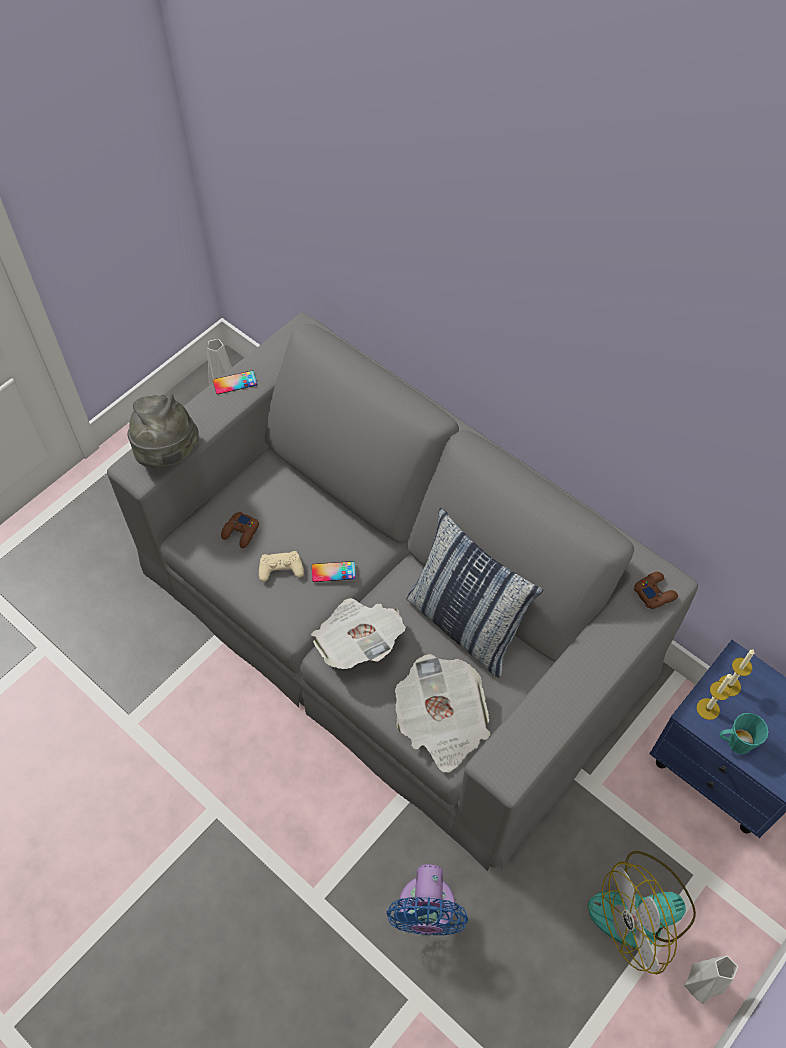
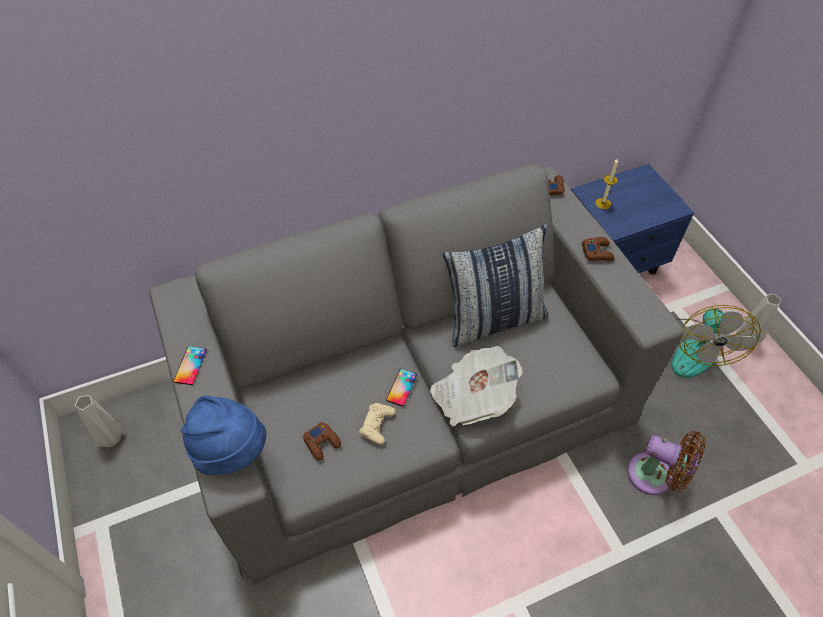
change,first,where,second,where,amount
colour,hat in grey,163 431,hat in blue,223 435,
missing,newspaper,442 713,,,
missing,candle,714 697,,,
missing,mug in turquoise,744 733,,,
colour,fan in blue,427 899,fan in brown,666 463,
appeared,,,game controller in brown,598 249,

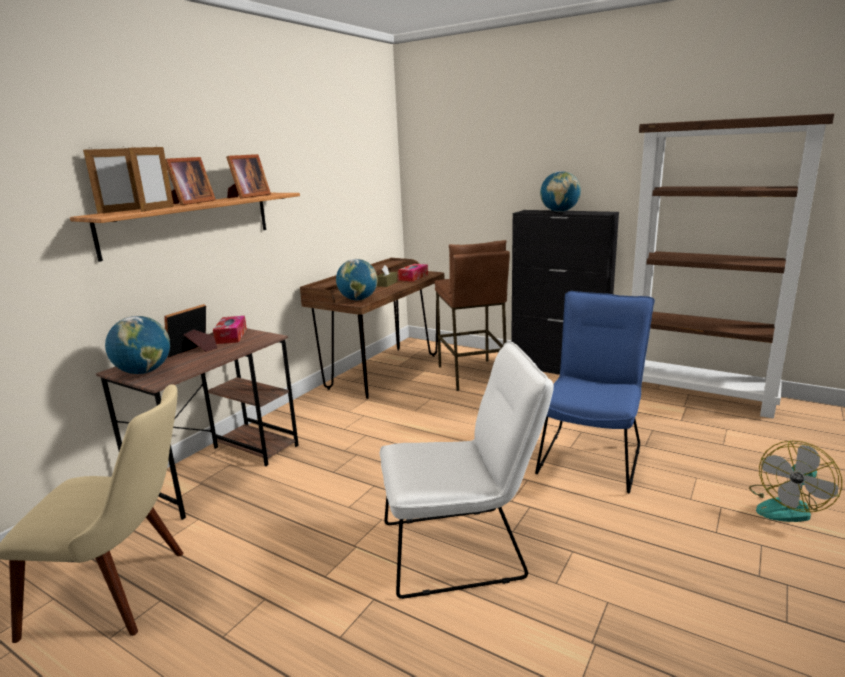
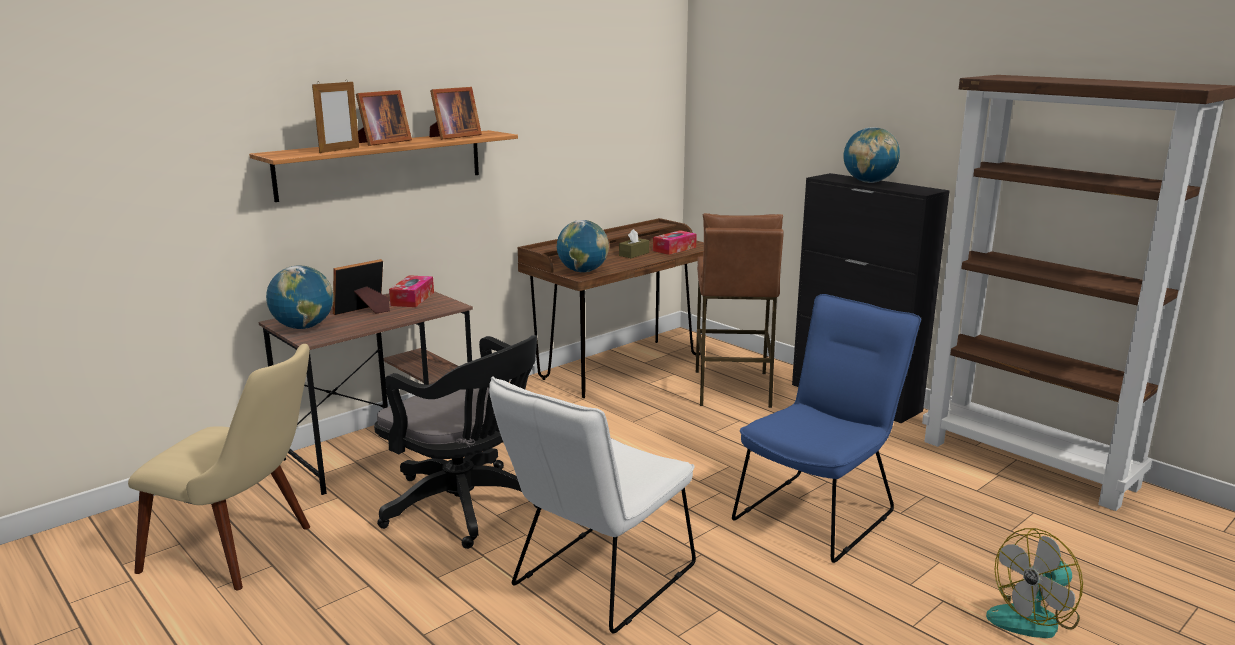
change,first,where,second,where,amount
missing,picture frame,111 180,,,
spun,chair in white,467 470,,592 504,120 degrees clockwise
appeared,,,office chair in black,456 442,

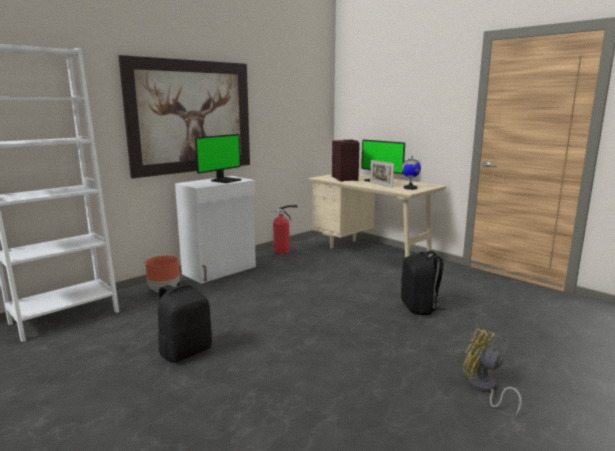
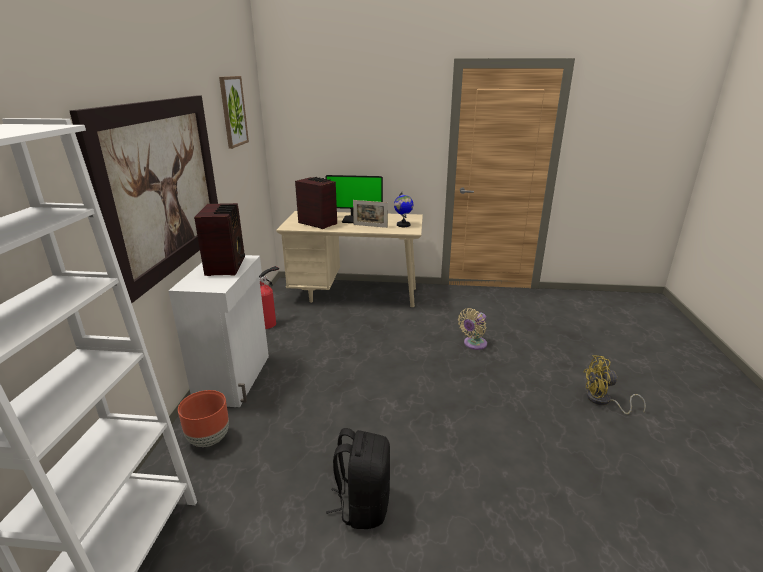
change,first,where,second,where,amount
exchanged,monitor,218 158,radio,219 239,
exchanged,backpack in black,423 282,fan in beige,472 329,
appeared,,,picture,234 112,

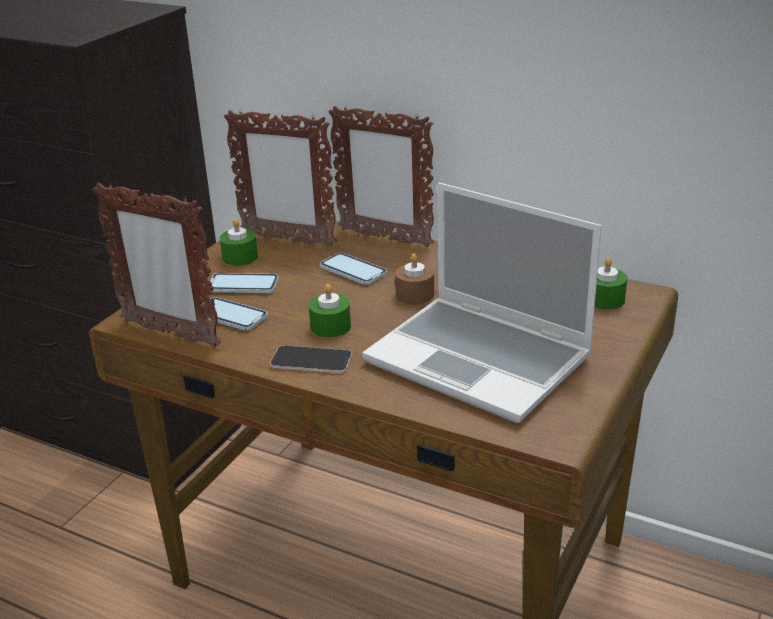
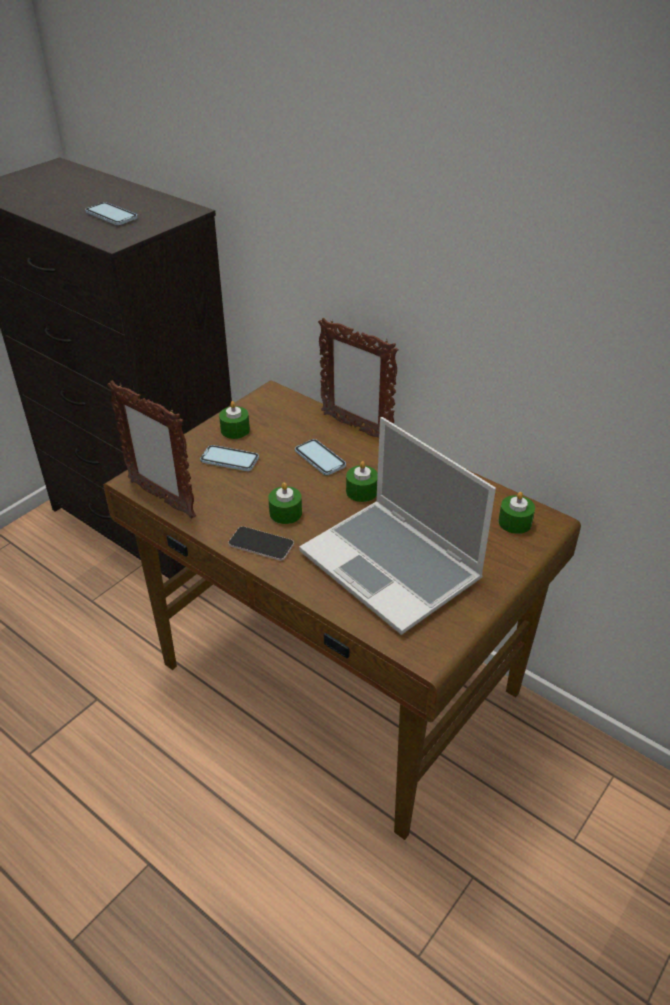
change,first,where,second,where,amount
missing,picture frame,280 178,,,
colour,candle in brown,414 279,candle in green,362 481,
relocated,phone,235 314,,111 213,

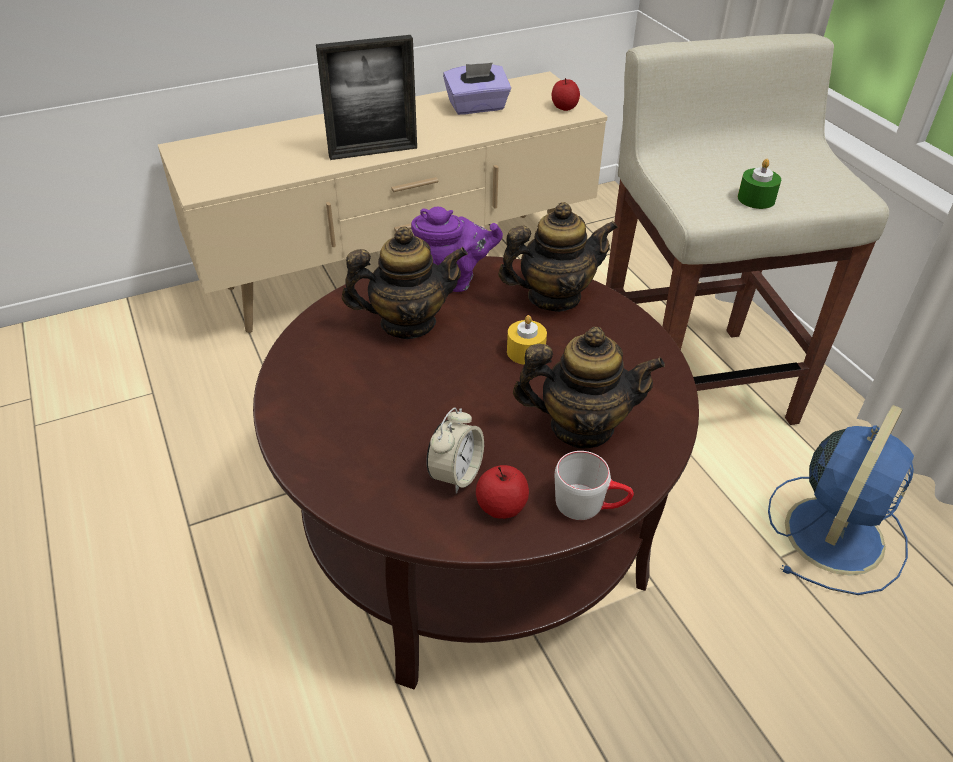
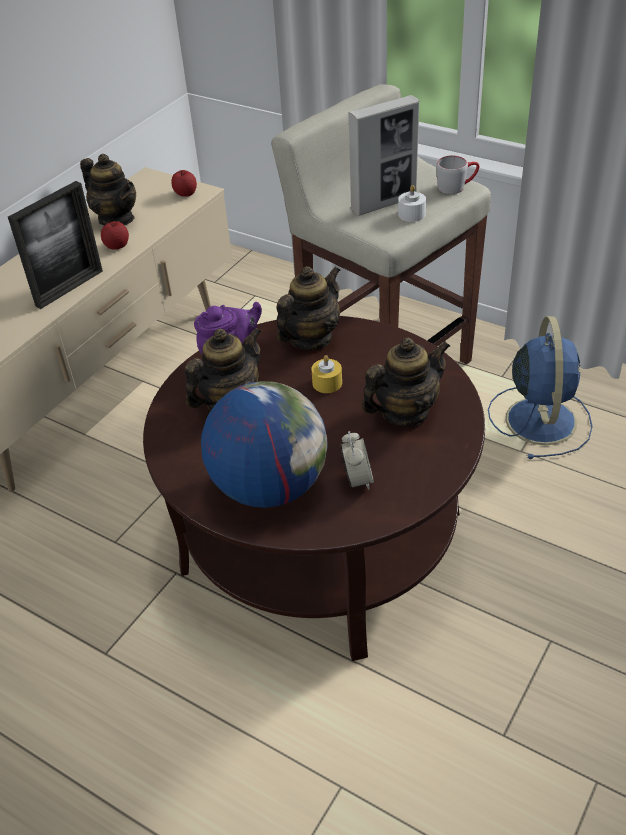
change,first,where,second,where,amount
exchanged,tissue box in purple,477 89,teapot,108 190,
colour,candle in green,759 184,candle in white,412 203,
relocated,mug in grey,594 485,,457 174,
relocated,apple,502 492,,115 235,
appeared,,,picture frame,383 155,
appeared,,,globe,264 444,

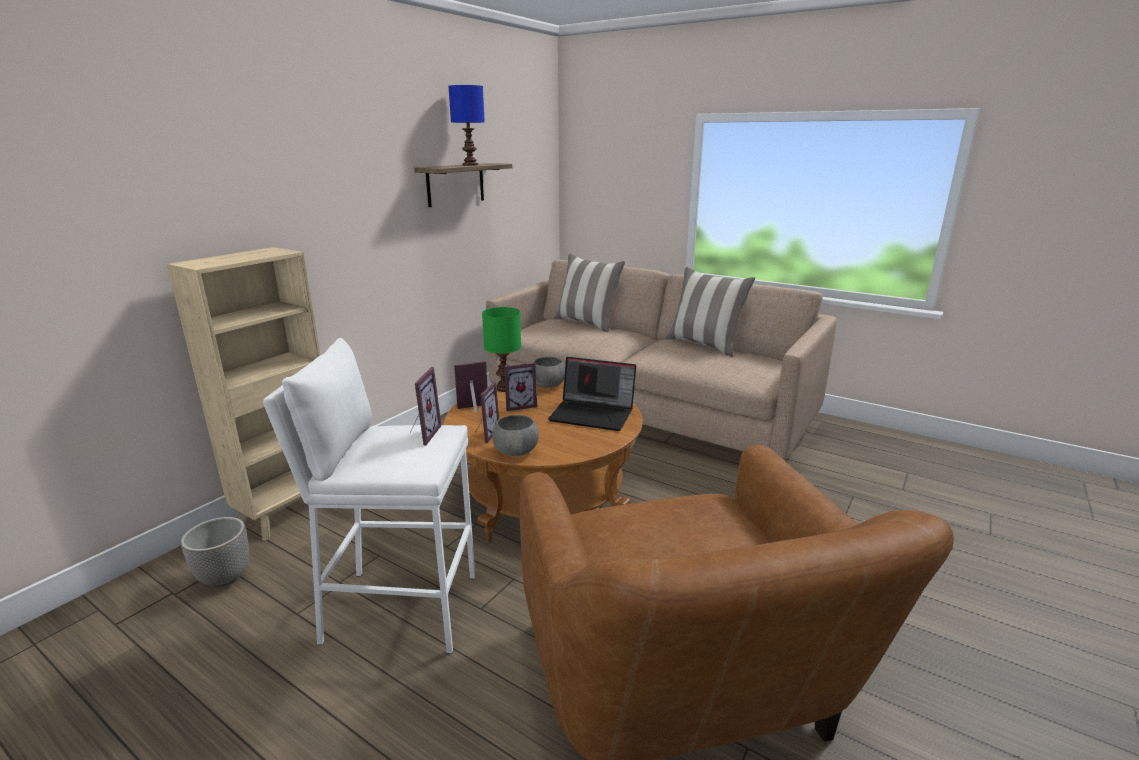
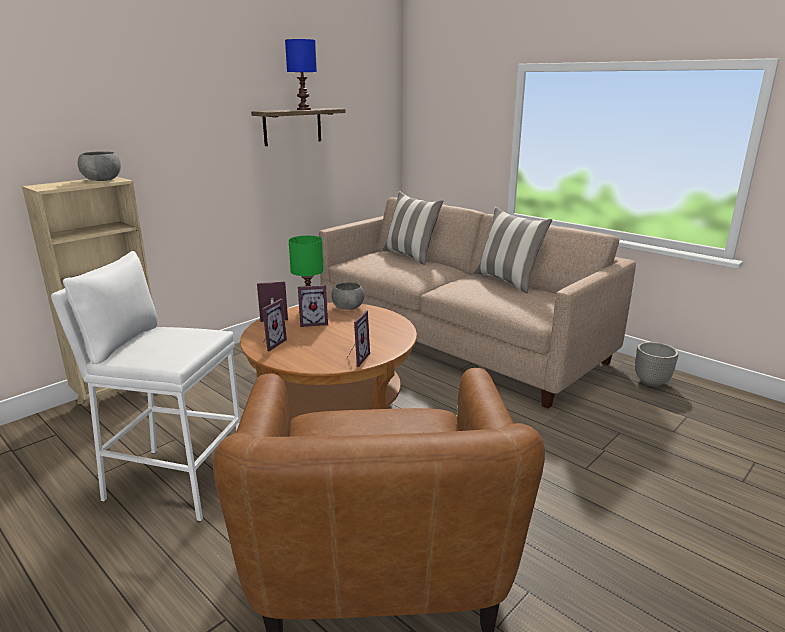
change,first,where,second,where,amount
missing,laptop,592 394,,,
relocated,picture frame,425 406,,359 339,
relocated,bowl in grey,515 435,,99 166,
relocated,planter,215 552,,657 364,

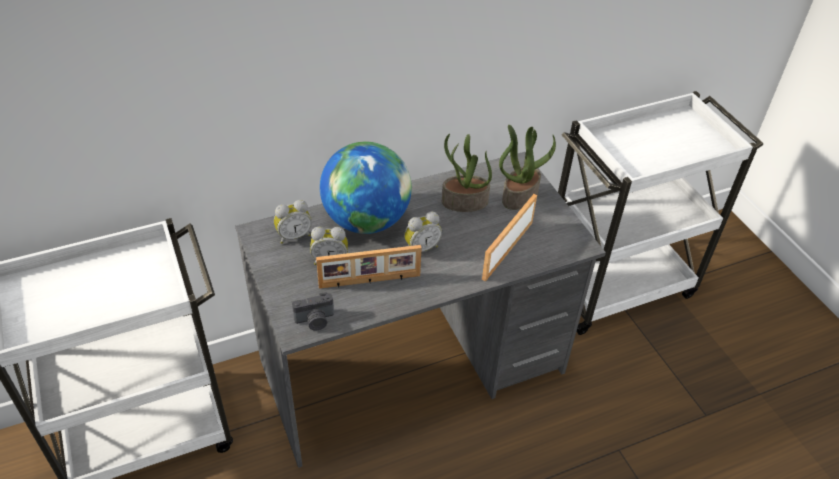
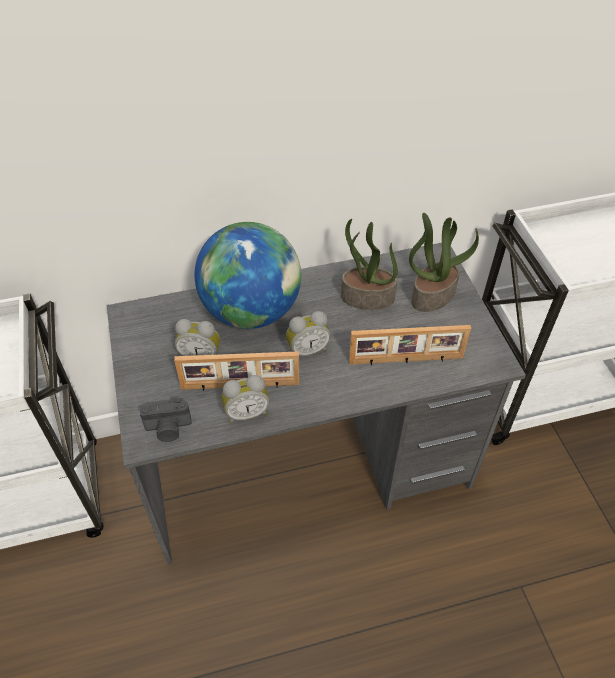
change,first,where,second,where,amount
spun,picture frame,509 237,,410 345,135 degrees counterclockwise
relocated,alarm clock,293 222,,245 399,

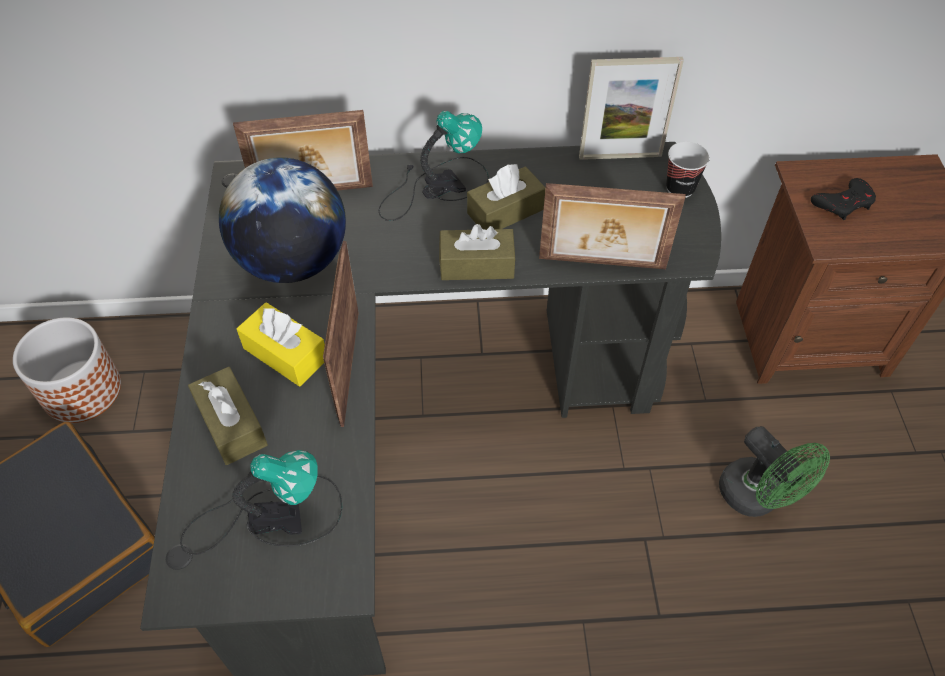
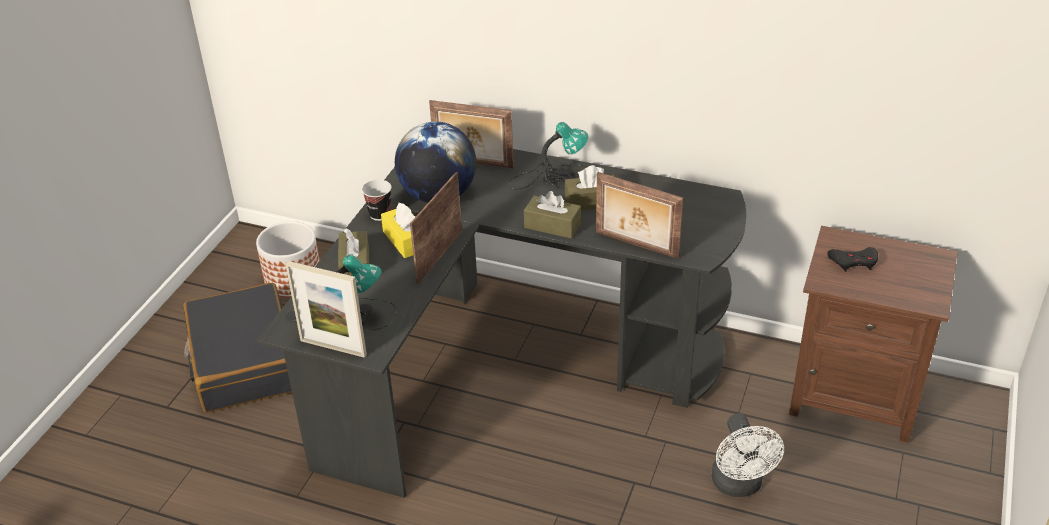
change,first,where,second,where,amount
relocated,picture frame,631 108,,326 309,
relocated,cup,688 170,,377 200,
colour,fan in green,774 471,fan in white,747 455,

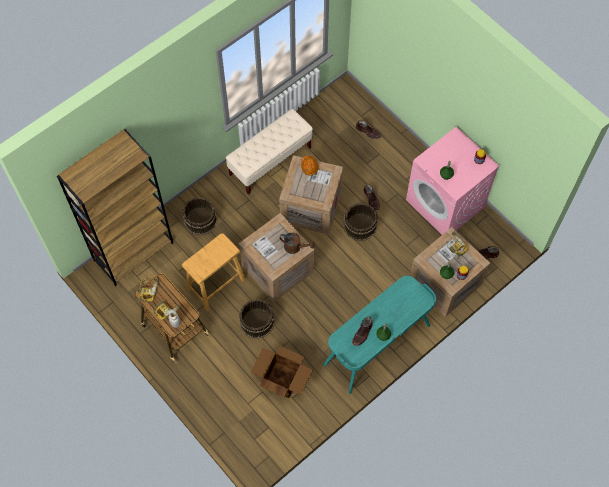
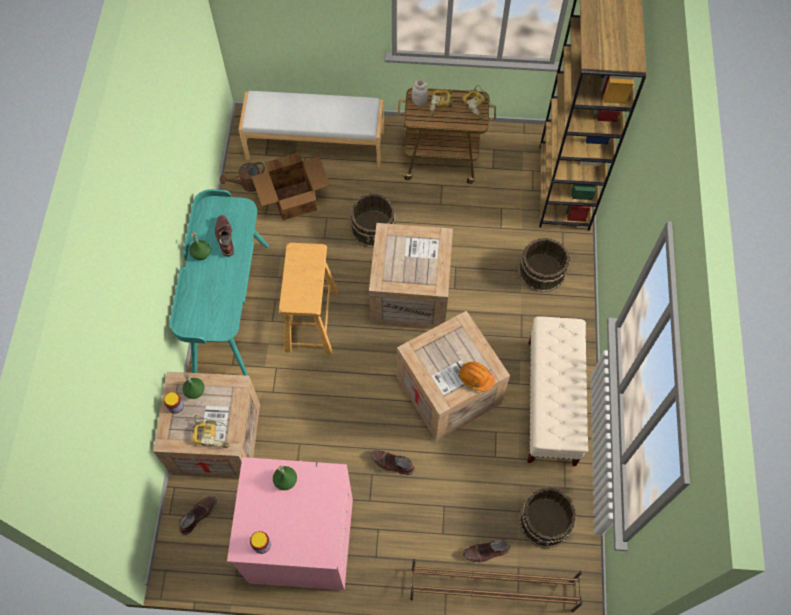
change,first,where,second,where,amount
relocated,bucket in brown,361 222,,547 517,
relocated,stool in beige,214 272,,308 299,
relocated,watering can in brown,297 243,,242 177,
appeared,,,bench in white,311 129,
appeared,,,shoe rack in brown,496 585,

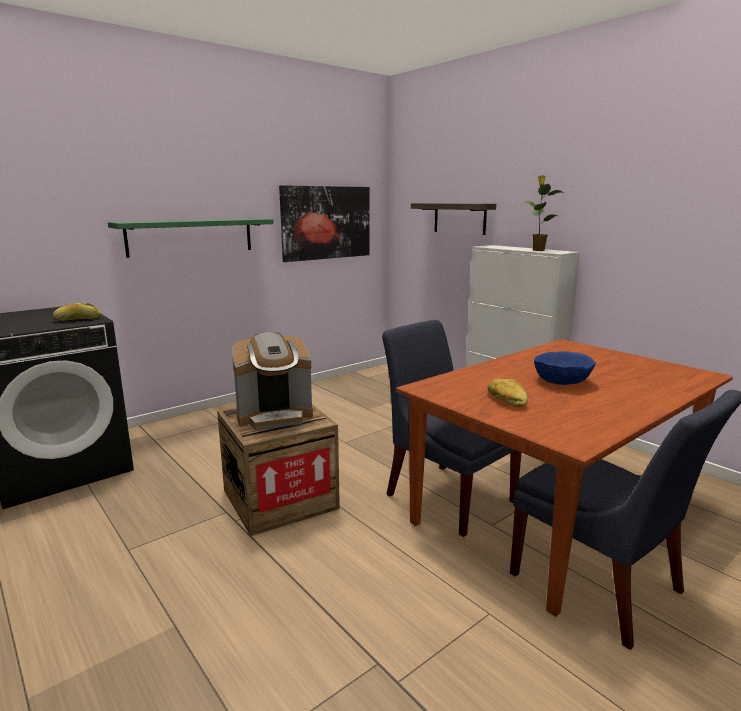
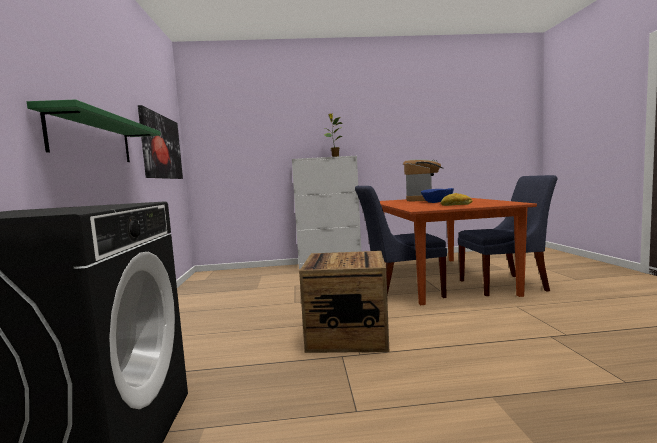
change,first,where,second,where,amount
missing,shelf,453 219,,,
missing,bread,77 312,,,
relocated,coffee machine,272 381,,423 180,

